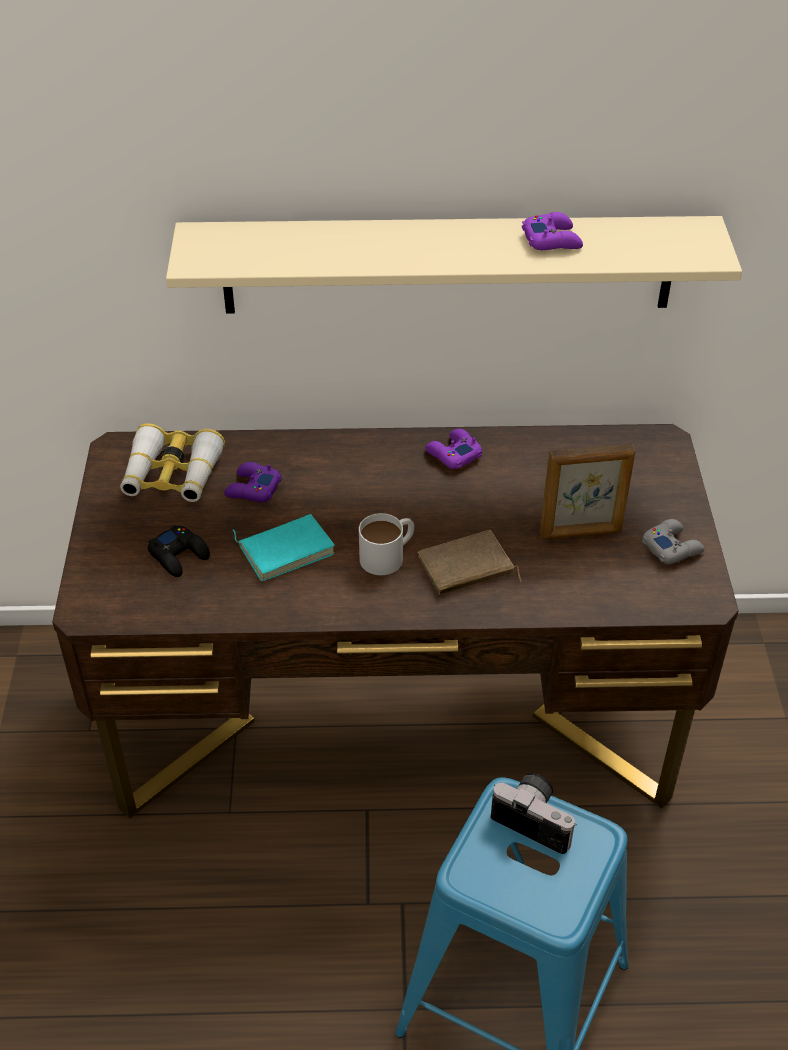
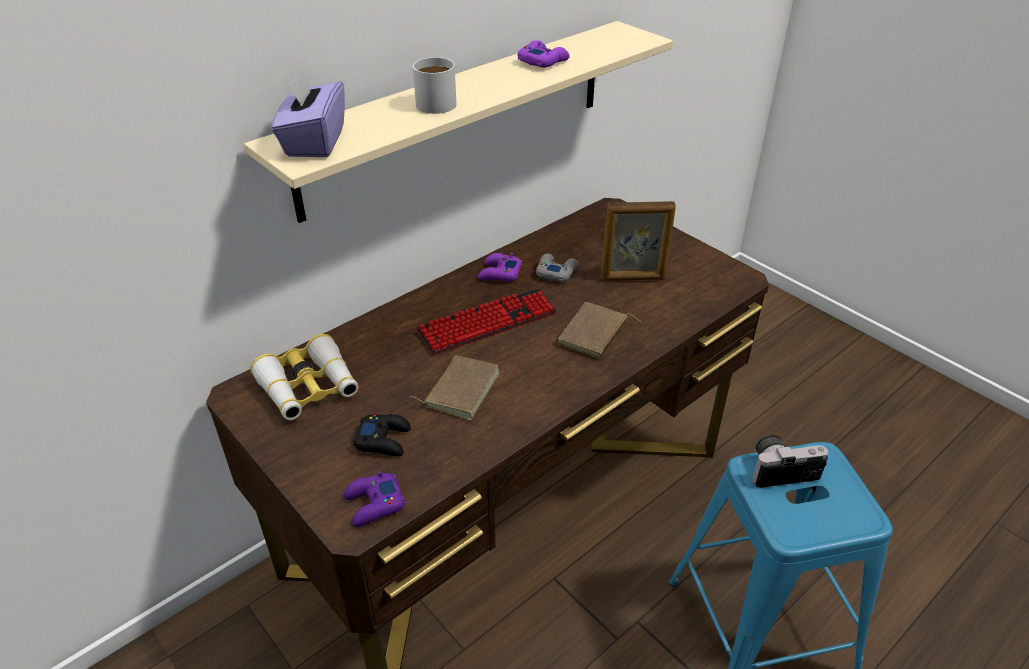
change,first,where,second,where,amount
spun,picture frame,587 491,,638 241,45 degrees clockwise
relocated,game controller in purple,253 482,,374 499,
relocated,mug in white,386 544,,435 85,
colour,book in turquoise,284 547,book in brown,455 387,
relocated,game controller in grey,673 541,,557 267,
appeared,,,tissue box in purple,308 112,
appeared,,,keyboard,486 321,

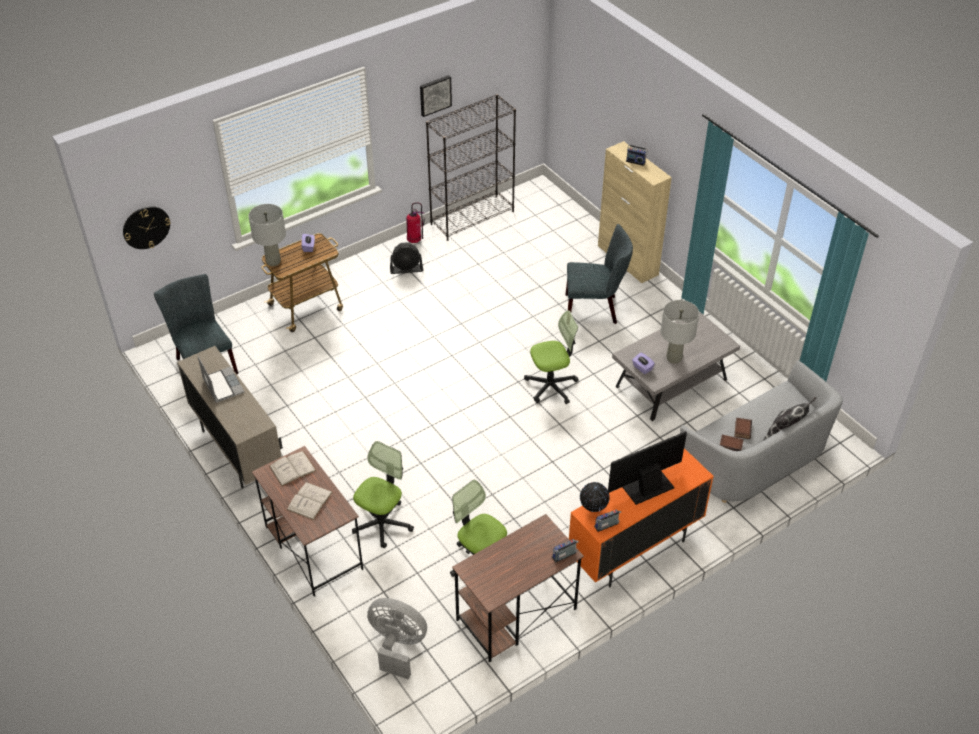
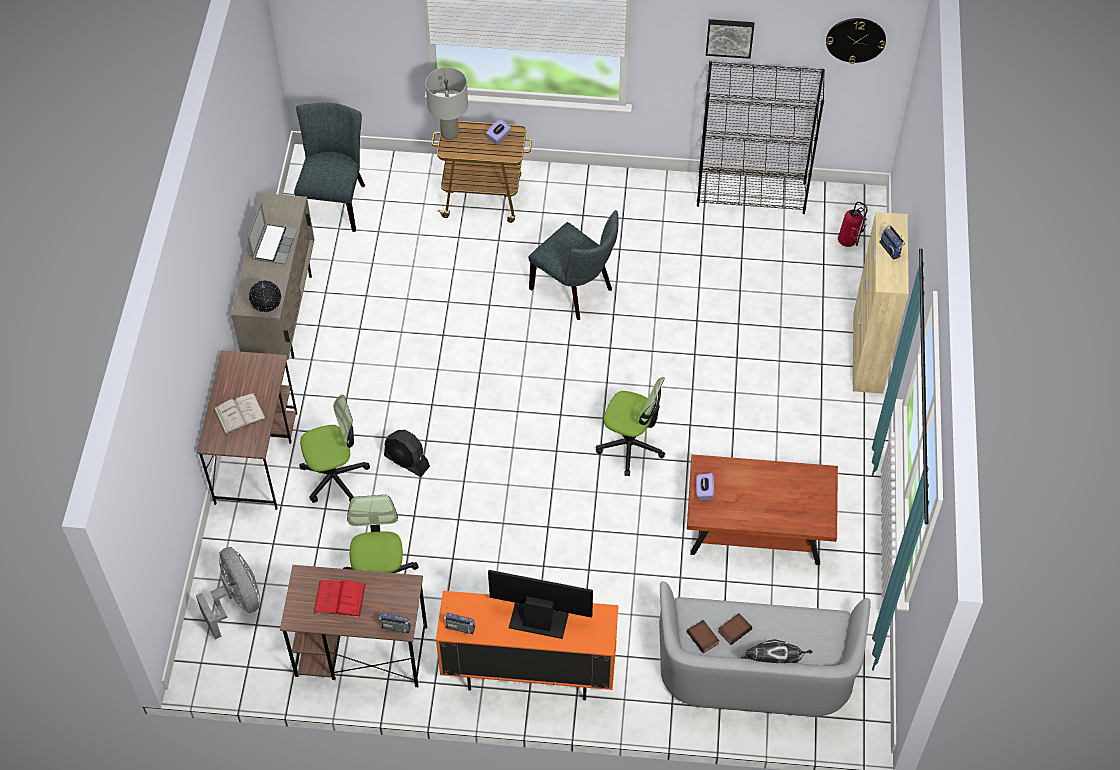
change,first,where,second,where,amount
relocated,fire extinguisher,416 222,,853 224,
relocated,wall clock,146 227,,856 41,
relocated,chair in grey,599 274,,573 265,
relocated,fan in black,406 258,,407 453,
missing,table lamp in grey,679 331,,,
colour,coffee table in grey,676 366,coffee table in brown,762 509,
missing,book in white,293 469,,,
relocated,globe,595 497,,265 296,
appeared,,,book in red,339 598,

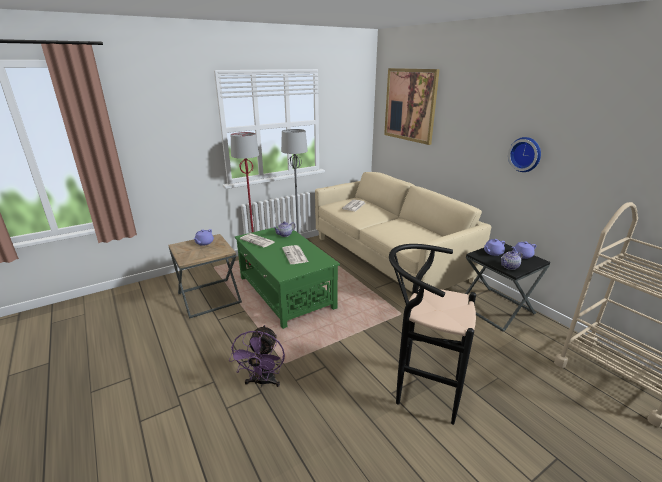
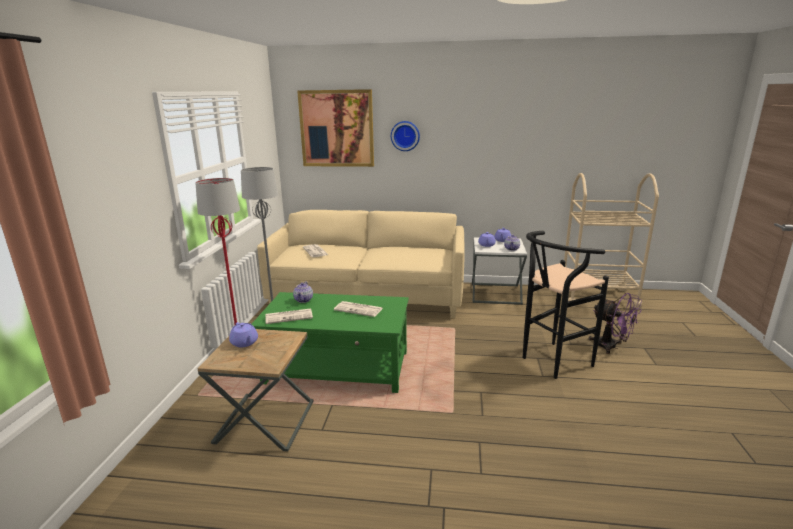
change,first,where,second,where,amount
relocated,wall clock,524 154,,405 136,
colour,side table in black,507 288,side table in white,499 271,
relocated,fan in purple,257 356,,615 323,

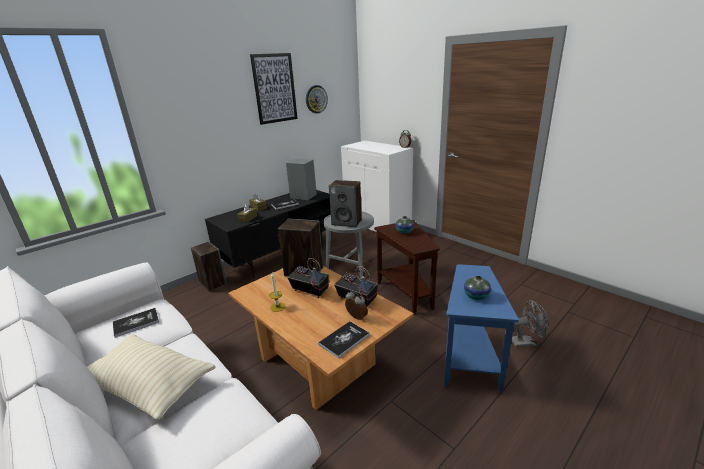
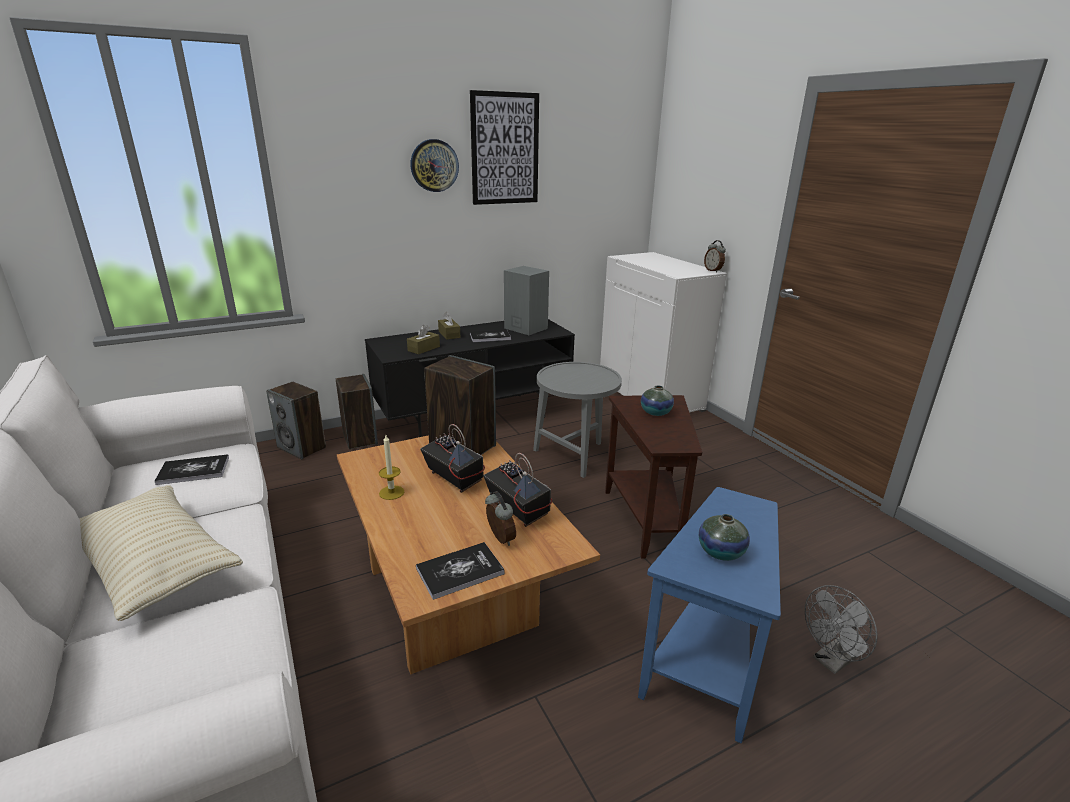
change,first,where,second,where,amount
relocated,wall clock,317 99,,434 165,
relocated,speaker,345 203,,296 421,
spun,fan in grey,530 323,,841 629,135 degrees clockwise

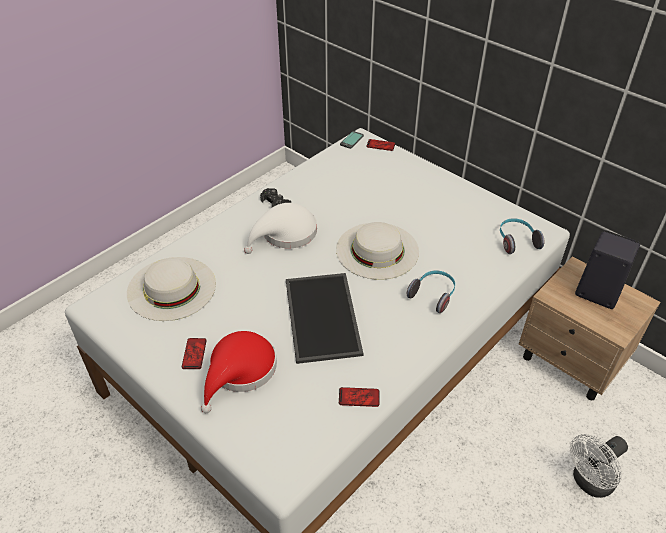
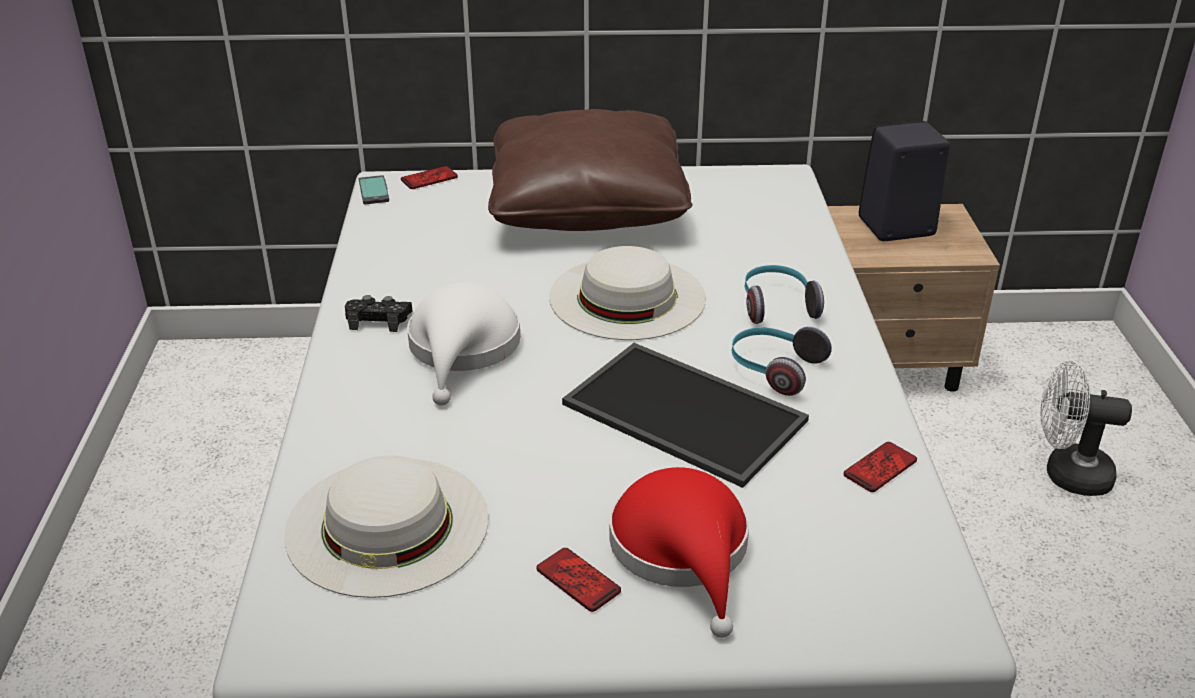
change,first,where,second,where,amount
relocated,headphones,522 236,,782 361,
spun,fan in white,599 466,,1086 428,90 degrees clockwise
appeared,,,pillow in brown,590 170,

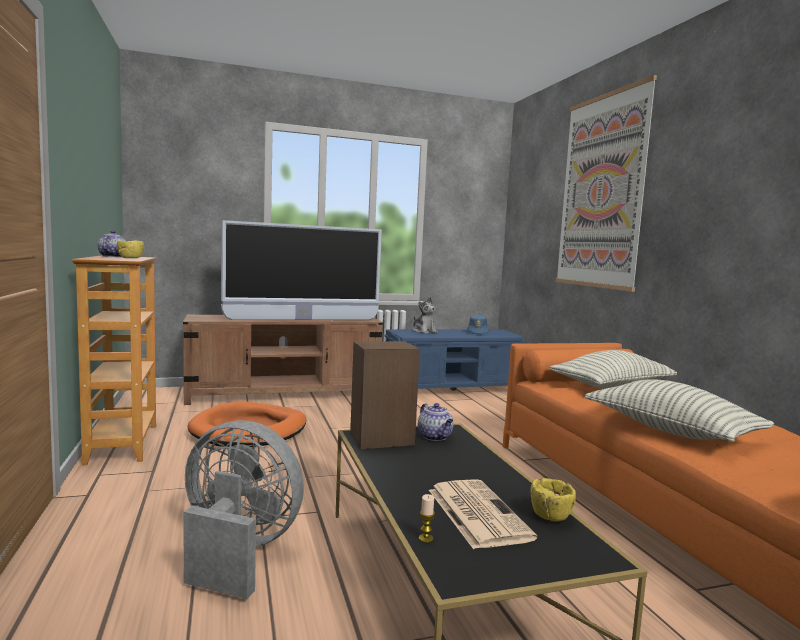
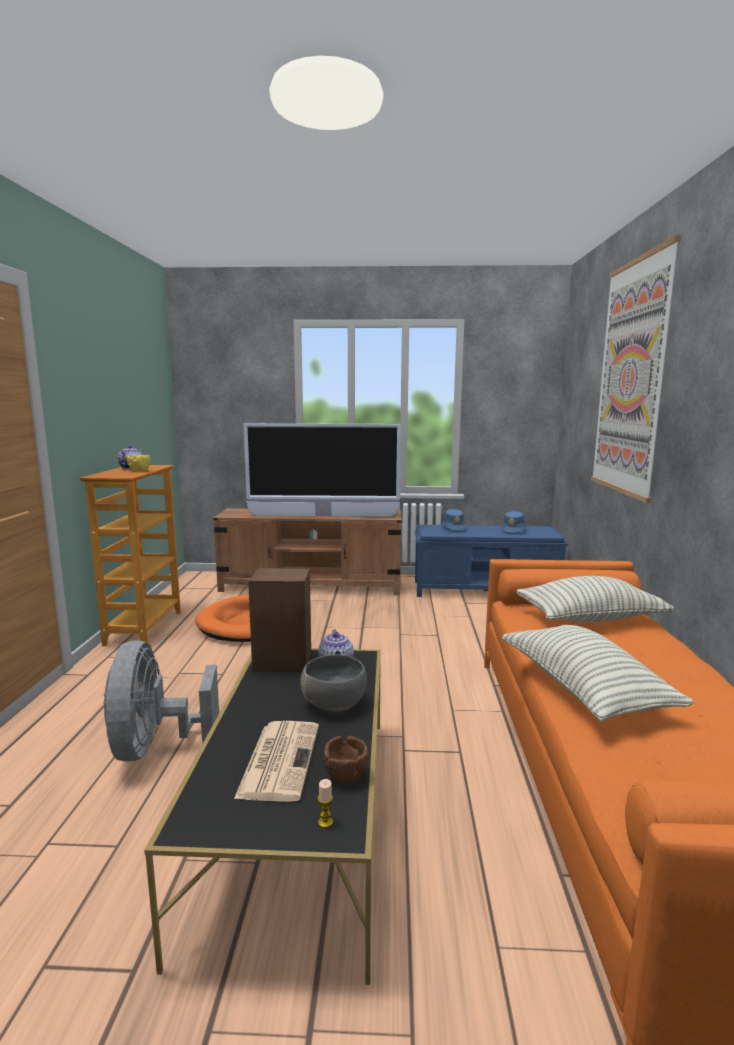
change,first,where,second,where,amount
exchanged,plush toy,425 315,hat in blue,453 520,
spun,fan in grey,243 509,,161 700,135 degrees counterclockwise
colour,bowl in yellow,553 499,bowl in brown,346 760,
relocated,candle,426 518,,325 803,
appeared,,,bowl in grey,333 683,

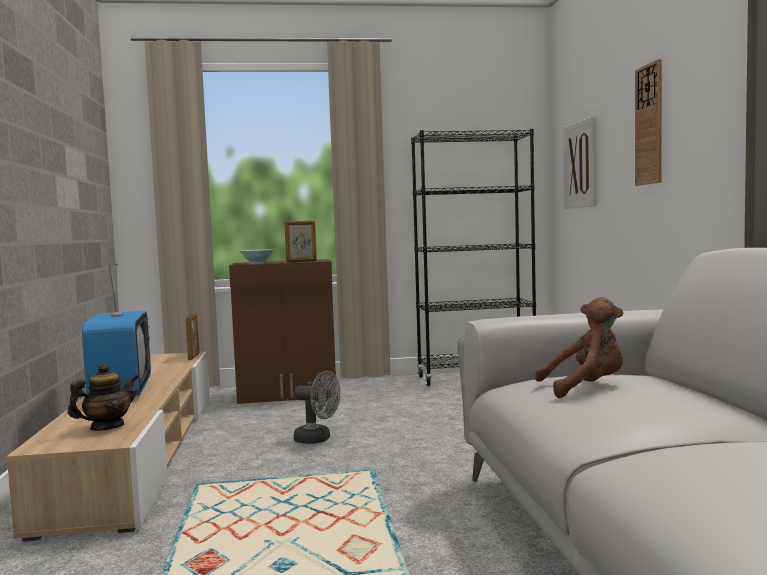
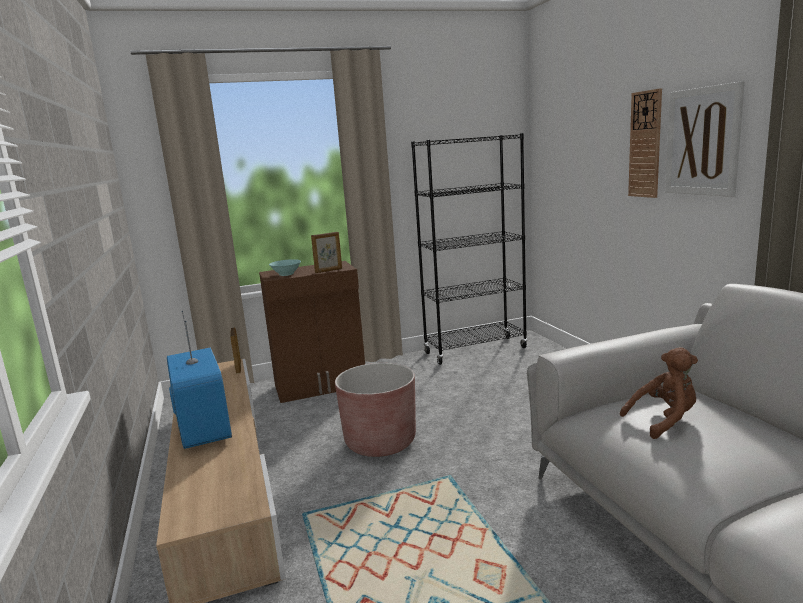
change,first,where,second,where,amount
relocated,picture,580 162,,705 139,
missing,teapot,103 397,,,
exchanged,fan in grey,316 407,planter in brown,375 410,

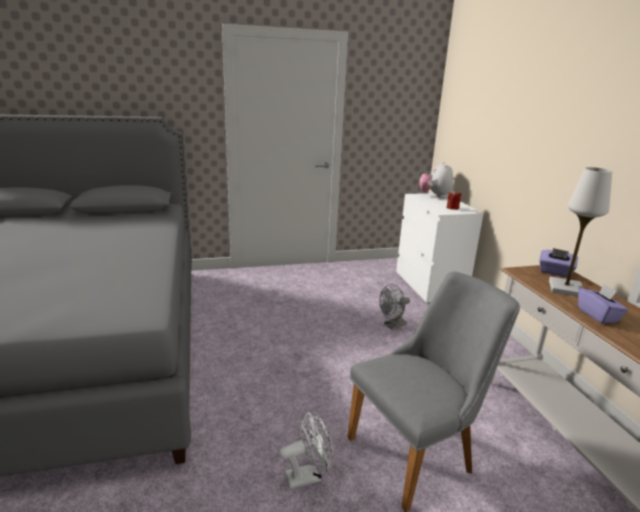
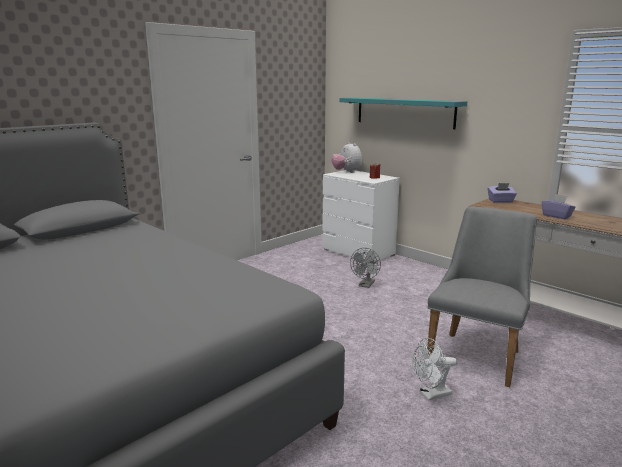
change,first,where,second,where,amount
missing,table lamp in white,580 232,,,
spun,fan in white,306 450,,434 369,150 degrees counterclockwise
appeared,,,shelf in turquoise,403 113,

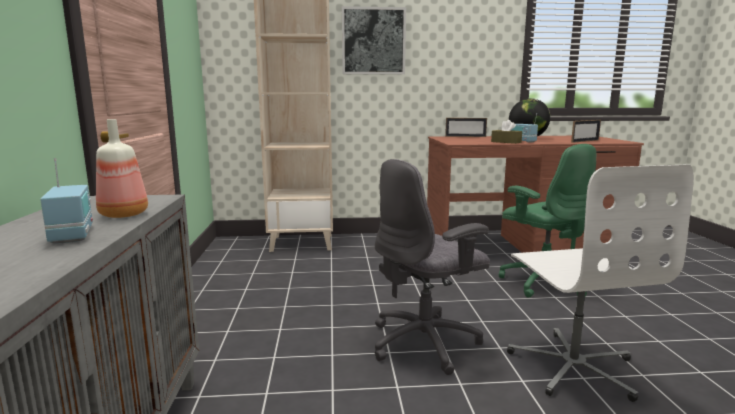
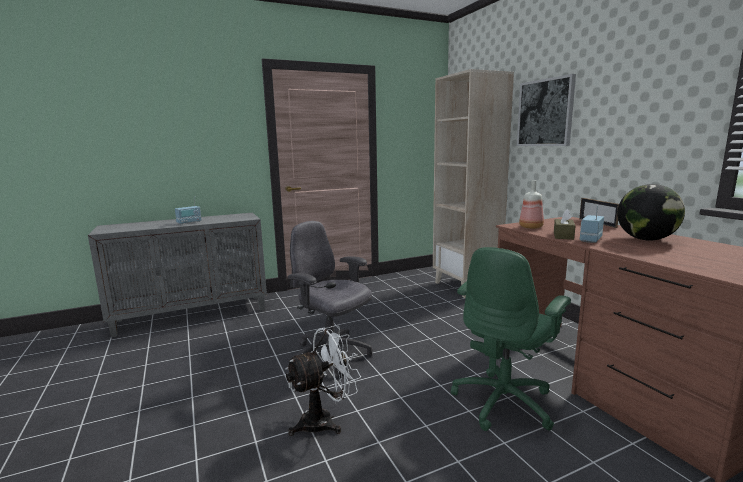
change,first,where,second,where,amount
relocated,bottle,122 168,,531 204,
missing,picture frame,586 131,,,
exchanged,office chair in white,600 283,fan in white,323 380,

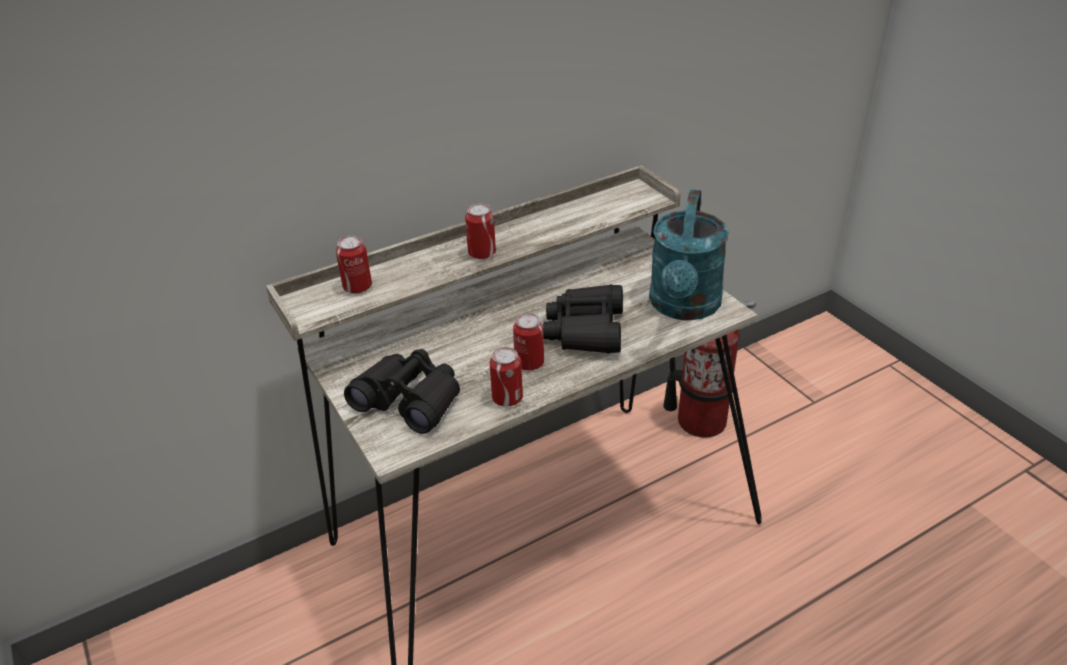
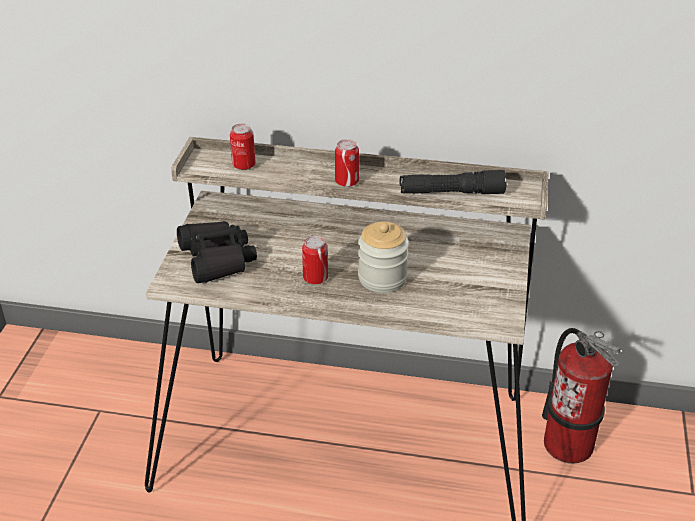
change,first,where,second,where,amount
missing,watering can in turquoise,689 254,,,
exchanged,binoculars in black,583 319,jar,383 257,
missing,can,506 377,,,
appeared,,,flashlight in black,453 182,

